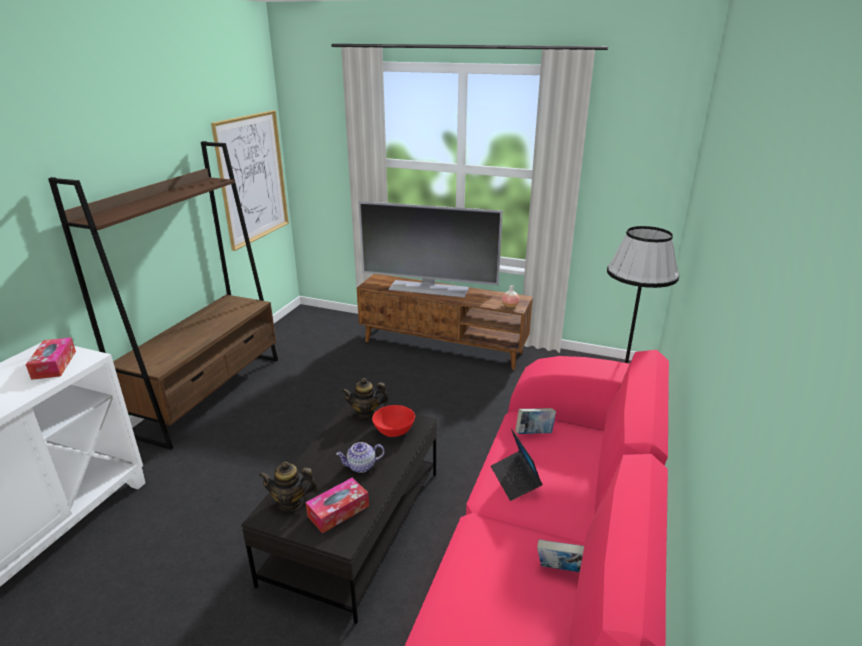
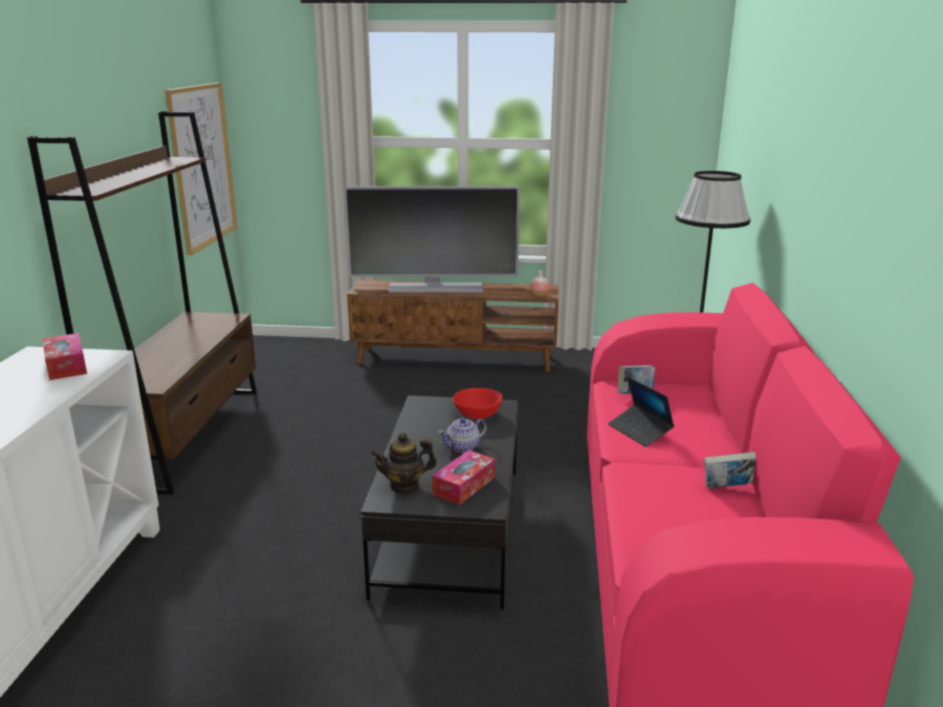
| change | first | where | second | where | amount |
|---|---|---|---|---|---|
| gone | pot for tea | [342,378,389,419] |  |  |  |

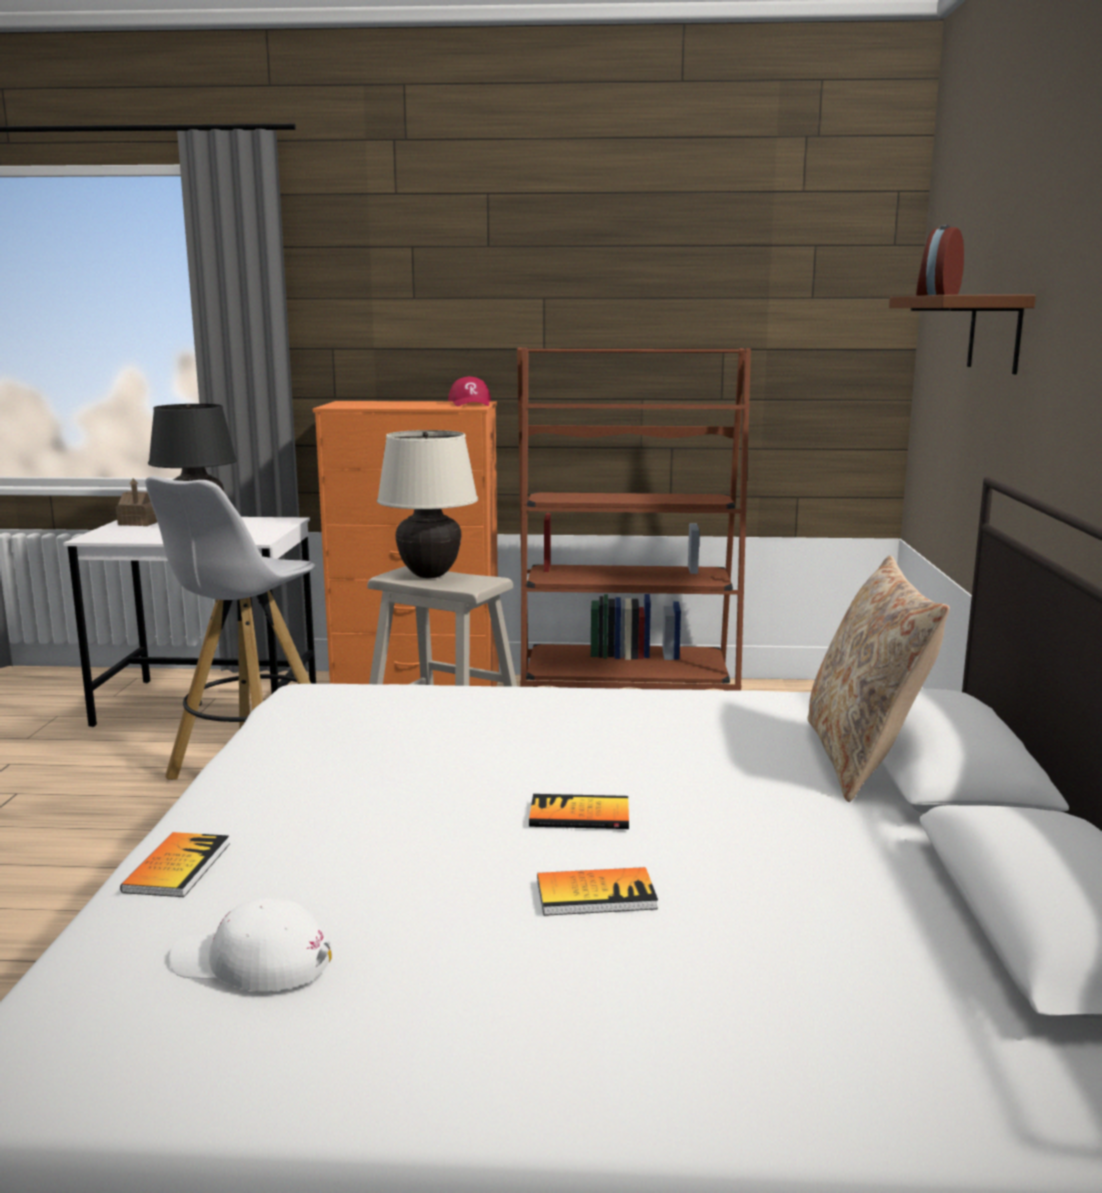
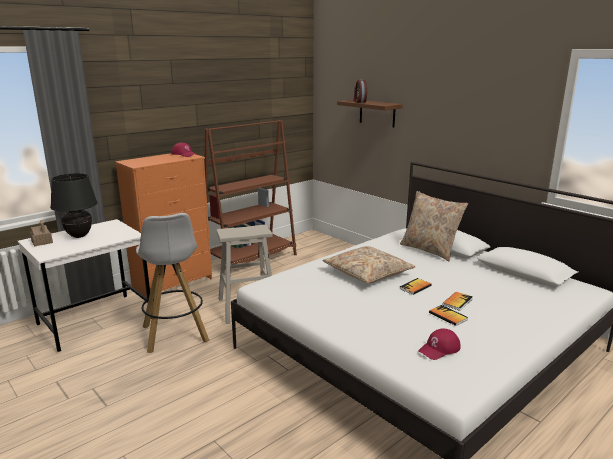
| change | first | where | second | where | amount |
|---|---|---|---|---|---|
| gone | tabletop lamp in sand-coloured | [377,430,478,578] |  |  |  |
| shifted | book | [120,832,230,897] |  | [429,305,468,326] |  |
| repainted | cap in whitish | [169,898,332,991] | cap in red | [418,328,461,360] |  |
| new |  |  | throw pillow in sand-coloured | [322,246,415,284] |  |

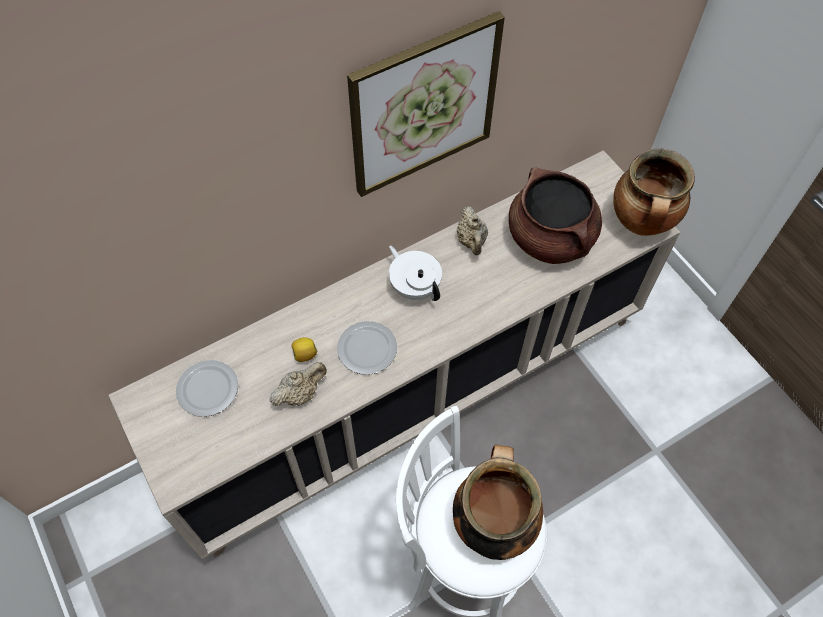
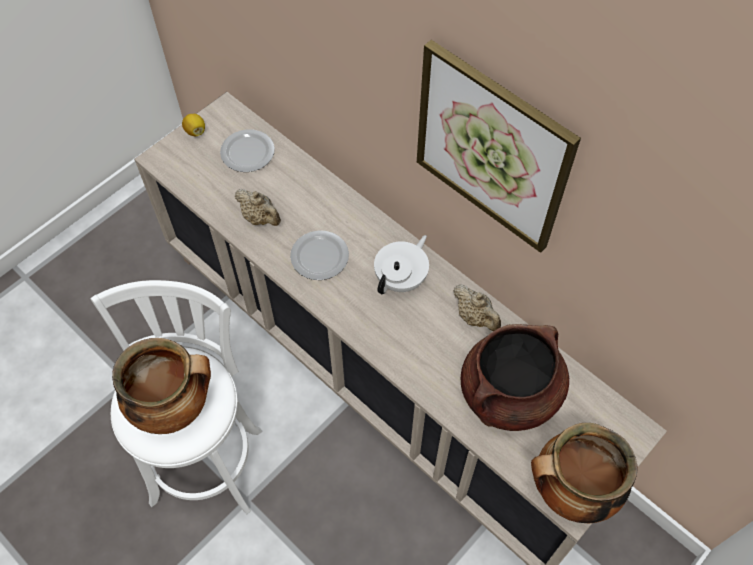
| change | first | where | second | where | amount |
|---|---|---|---|---|---|
| rotated | pot for tea in sand-coloured | [457,206,488,255] |  | [453,284,501,331] | 105 degrees counterclockwise |
| shifted | whole lemon | [292,338,317,362] |  | [182,114,205,136] |  |

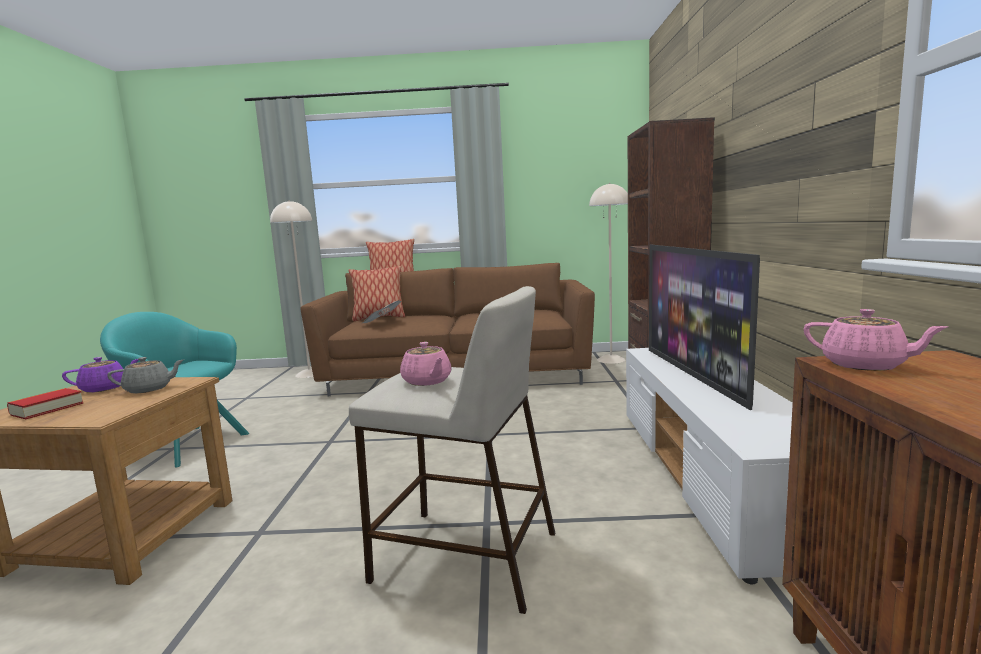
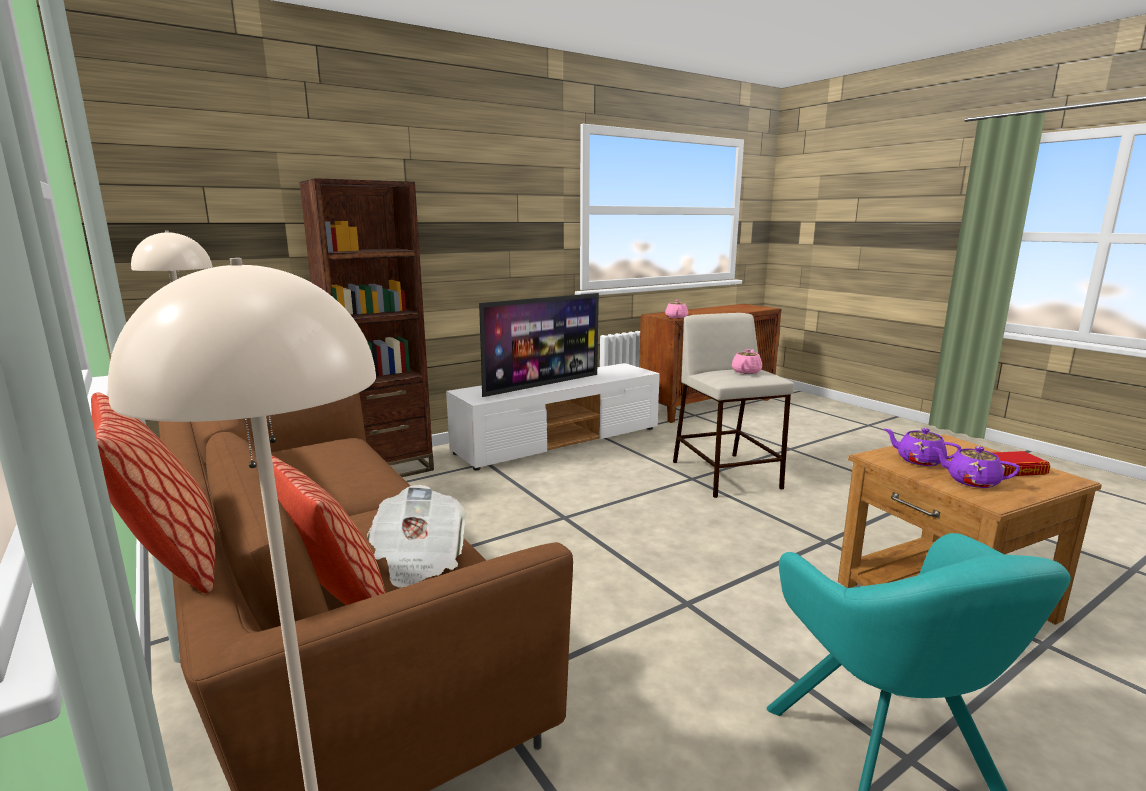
| change | first | where | second | where | amount |
|---|---|---|---|---|---|
| repainted | pot for tea in grey | [107,357,183,394] | pot for tea in purple-coloured | [885,428,961,466] |  |

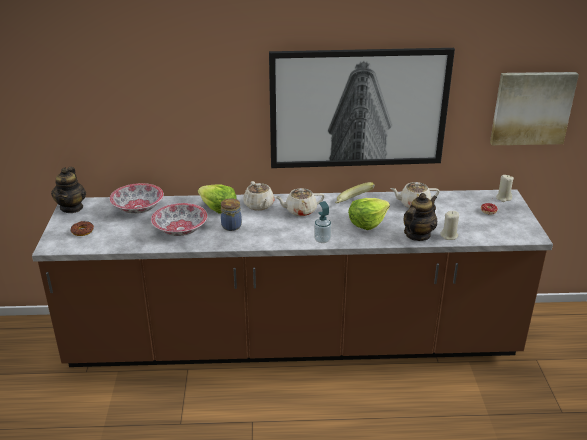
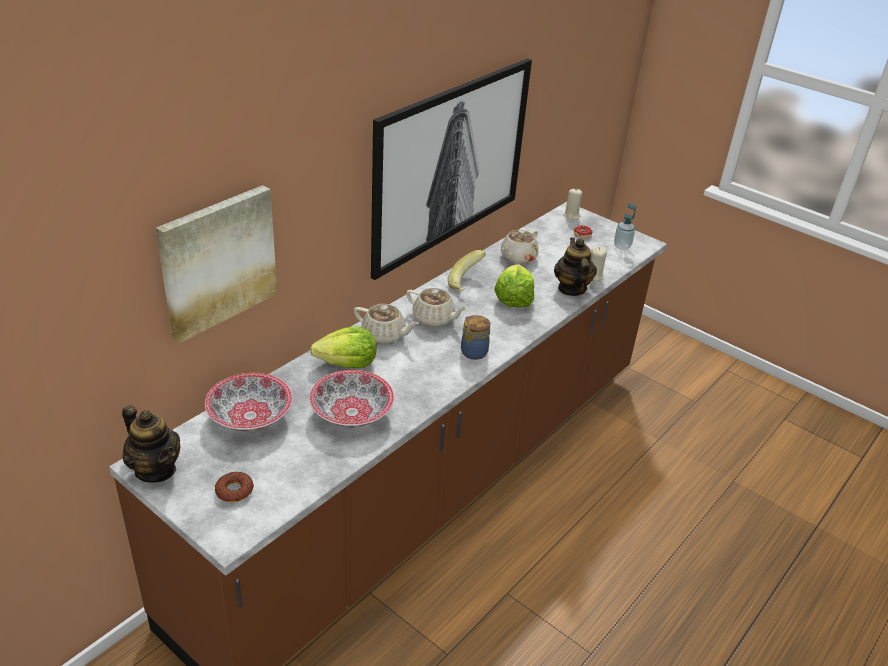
| change | first | where | second | where | amount |
|---|---|---|---|---|---|
| shifted | wall art | [490,72,579,145] |  | [156,185,277,343] |  |
| rotated | pot for tea in sand-coloured | [275,188,325,216] |  | [406,288,468,327] | 90 degrees counterclockwise |
| shifted | storage jar | [221,198,242,231] |  | [461,315,490,360] |  |
| shifted | soap bottle | [314,201,331,243] |  | [614,203,636,250] |  |

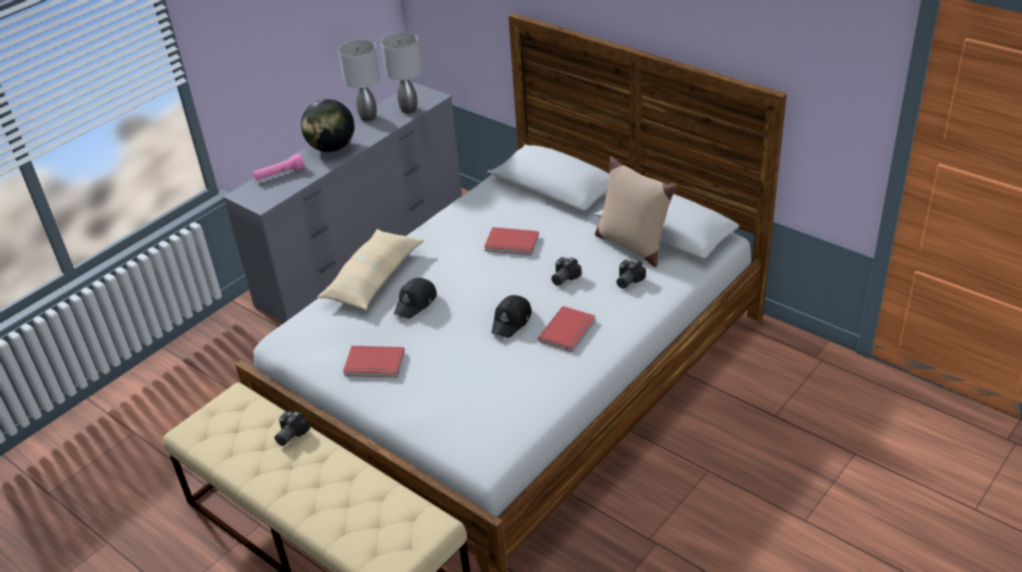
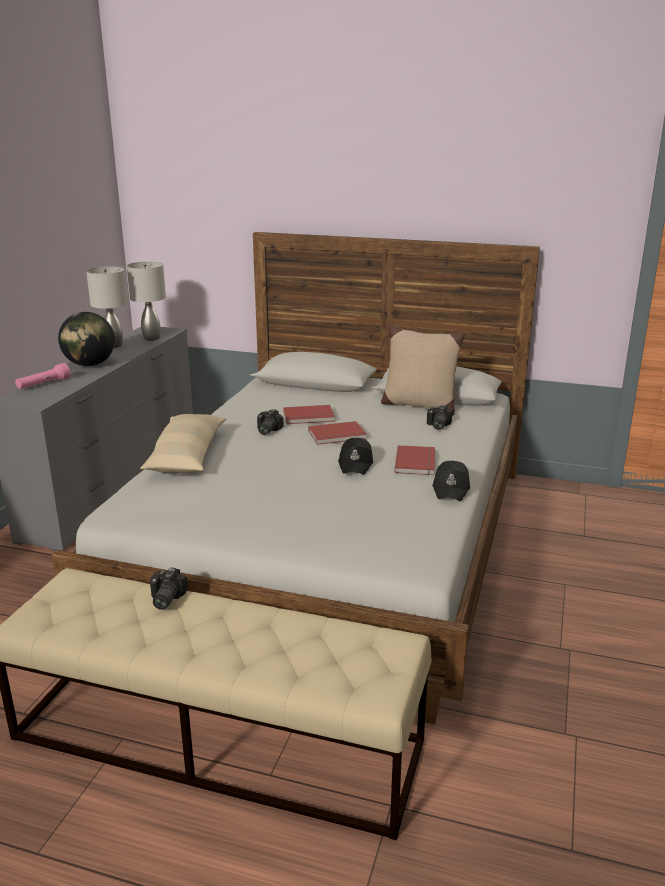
| change | first | where | second | where | amount |
|---|---|---|---|---|---|
| shifted | still camera | [551,257,582,286] |  | [257,409,284,435] |  |
| shifted | cap in blackish | [394,278,437,319] |  | [433,461,470,501] |  |
| shifted | book in red | [343,346,405,377] |  | [308,421,367,445] |  |

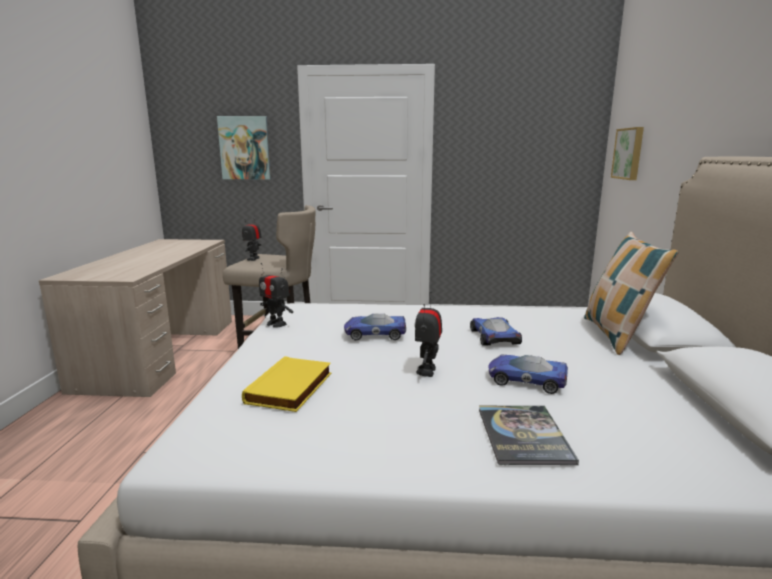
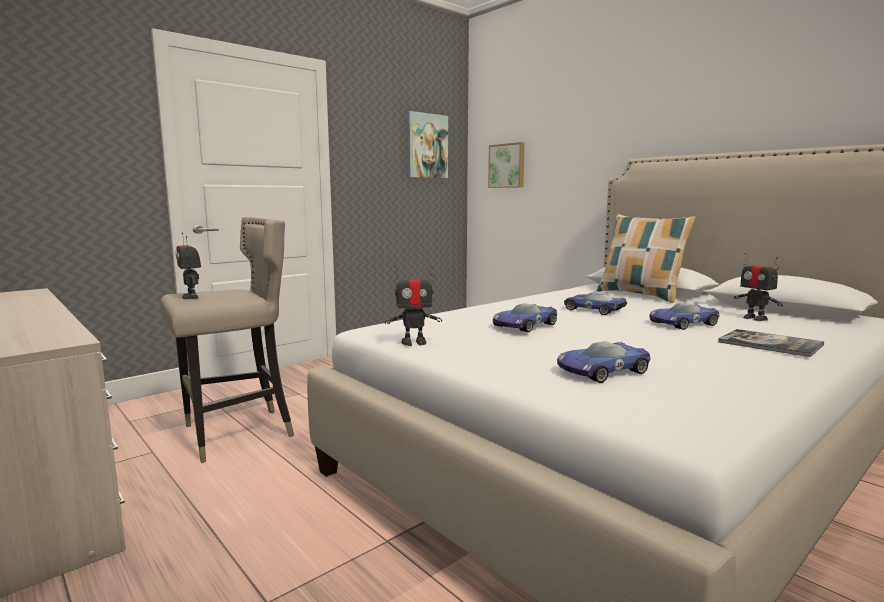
| change | first | where | second | where | amount |
|---|---|---|---|---|---|
| shifted | wall art | [217,116,271,180] |  | [407,111,448,178] |  |
| shifted | model robot | [415,292,442,377] |  | [734,252,783,321] |  |
| swapped | book in yellow-coloured | [242,356,332,412] | model car | [557,341,651,383] |  |

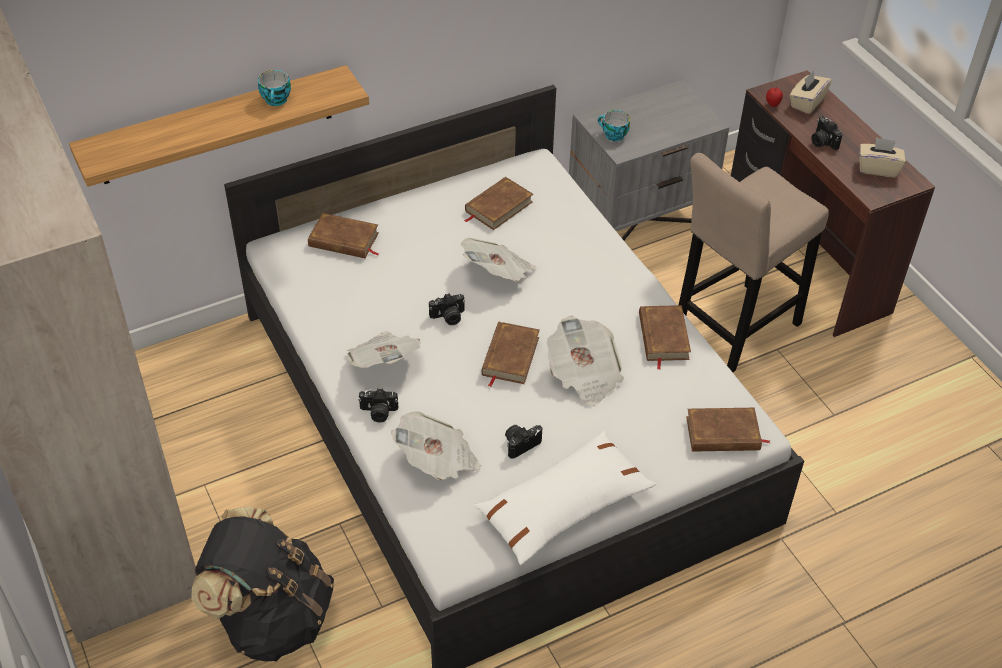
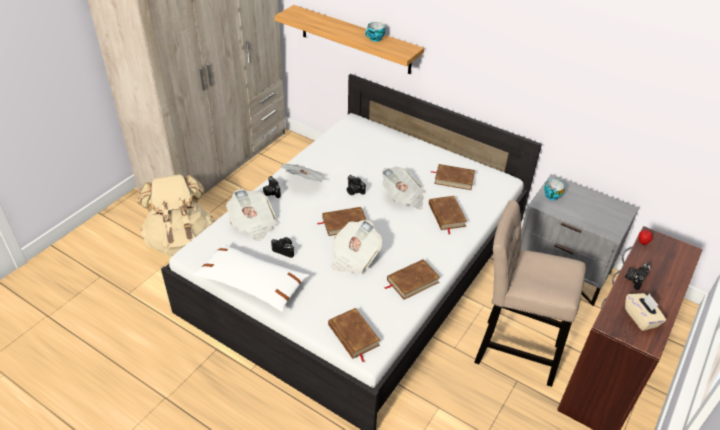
| change | first | where | second | where | amount |
|---|---|---|---|---|---|
| gone | tissue holder in sand-coloured | [789,71,832,114] |  |  |  |
| shifted | book in brownish | [308,213,379,258] |  | [429,196,467,235] |  |
| repainted | backpack in blackish | [191,507,334,662] | backpack in sand-coloured | [137,174,213,256] |  |

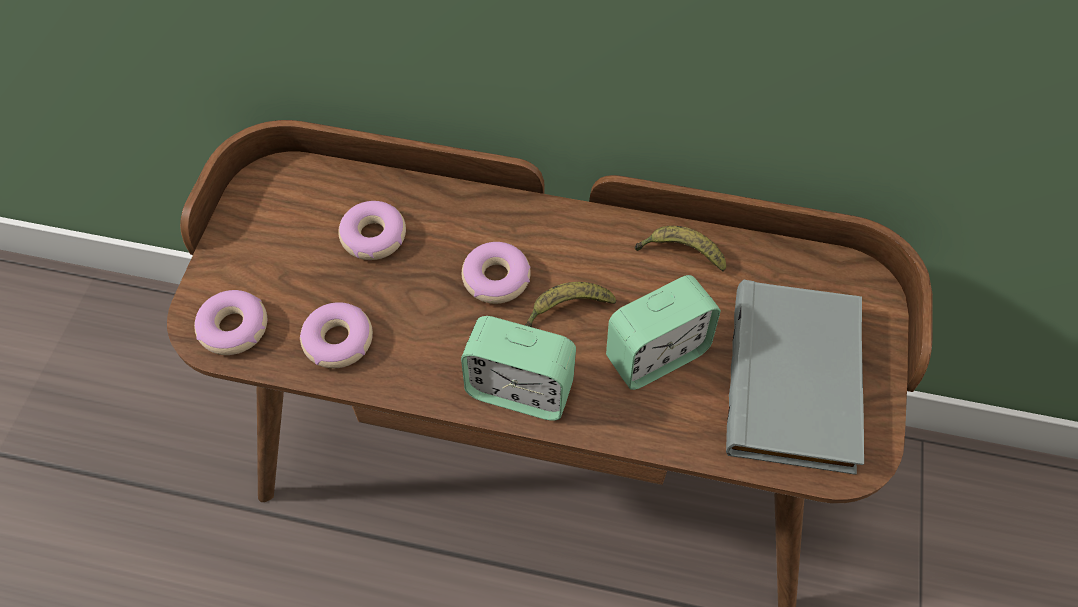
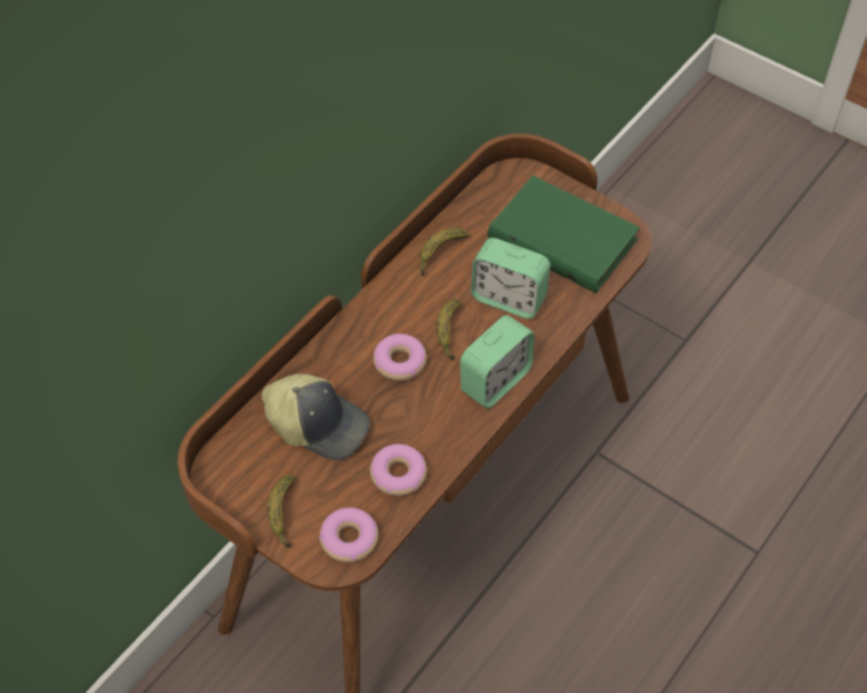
| change | first | where | second | where | amount |
|---|---|---|---|---|---|
| swapped | donut | [338,201,406,260] | cap | [262,373,370,460] |  |
| rotated | bedside clock | [606,275,721,390] |  | [471,238,551,319] | 120 degrees clockwise |
| repainted | book in grey | [726,280,864,475] | book in greenish | [488,175,640,293] |  |
| new |  |  | banana | [267,475,295,548] |  |

